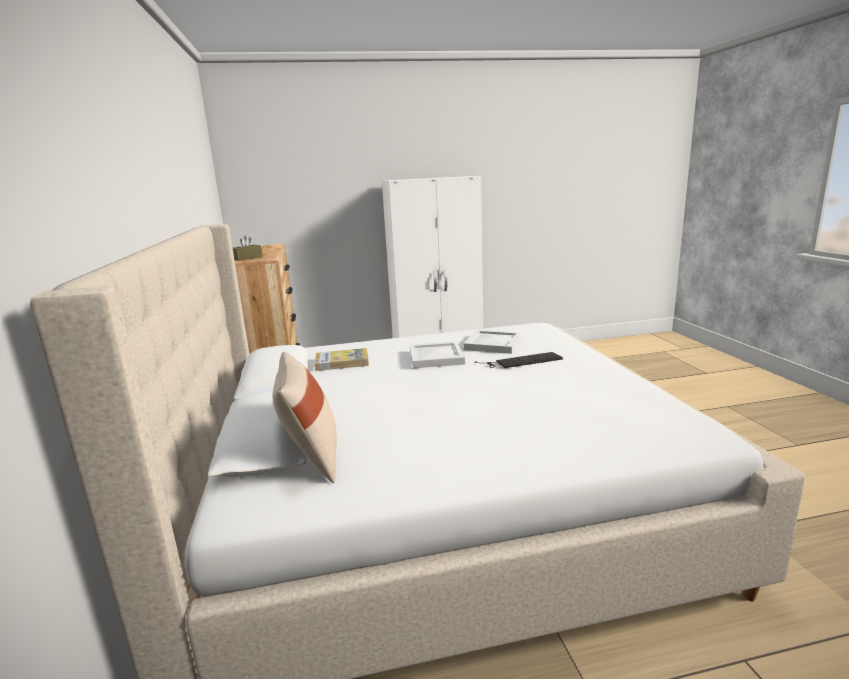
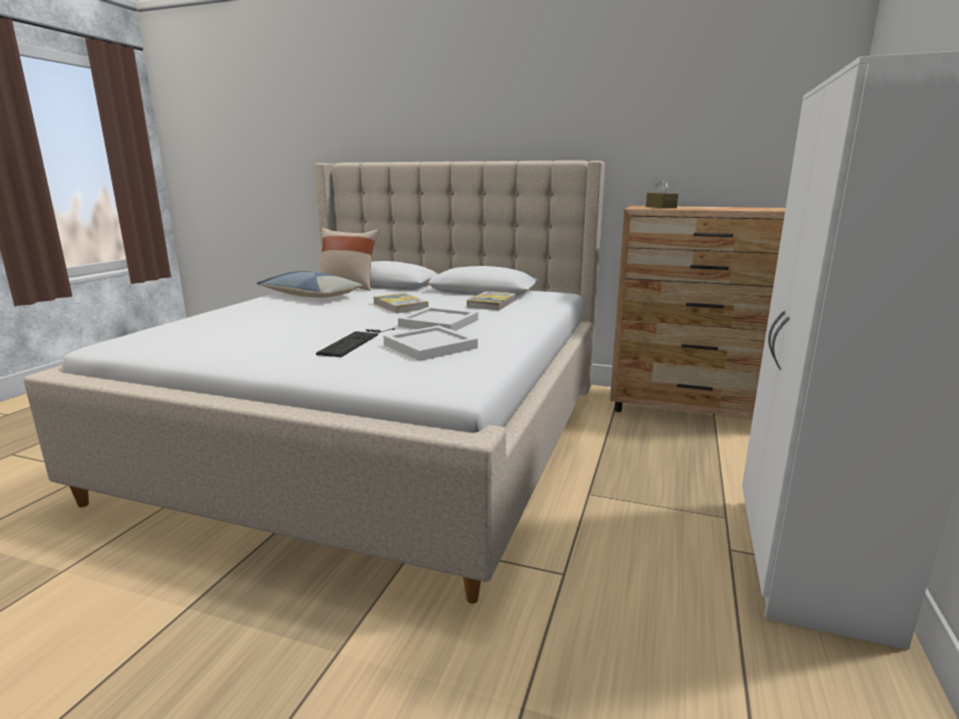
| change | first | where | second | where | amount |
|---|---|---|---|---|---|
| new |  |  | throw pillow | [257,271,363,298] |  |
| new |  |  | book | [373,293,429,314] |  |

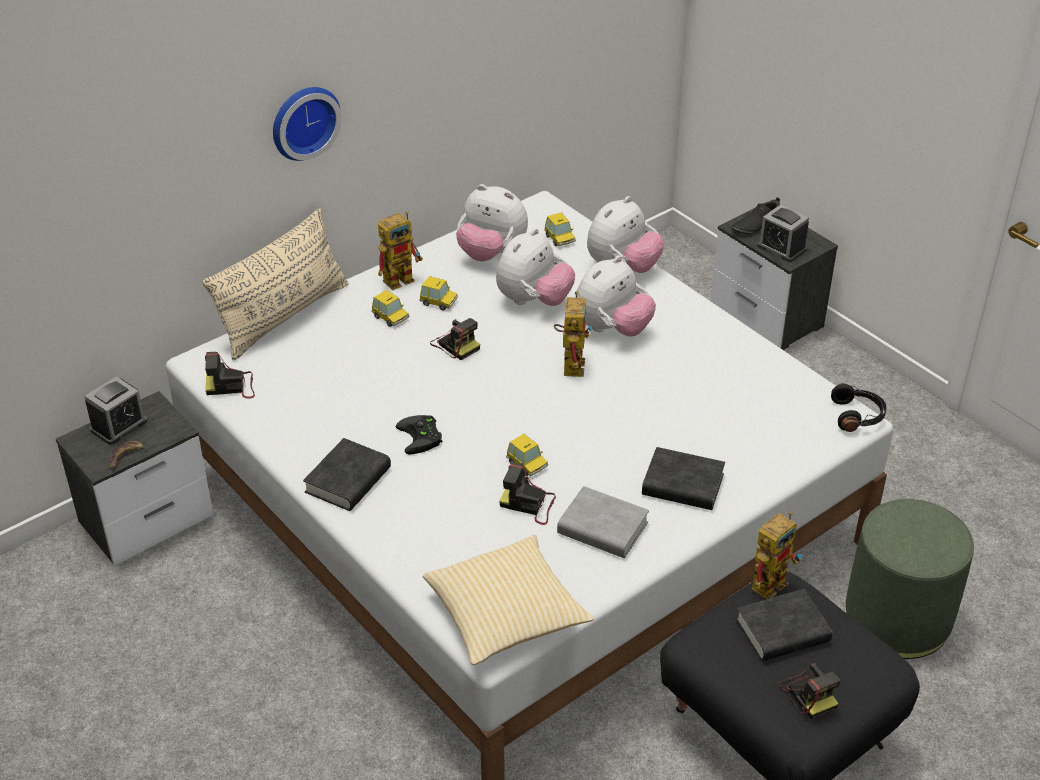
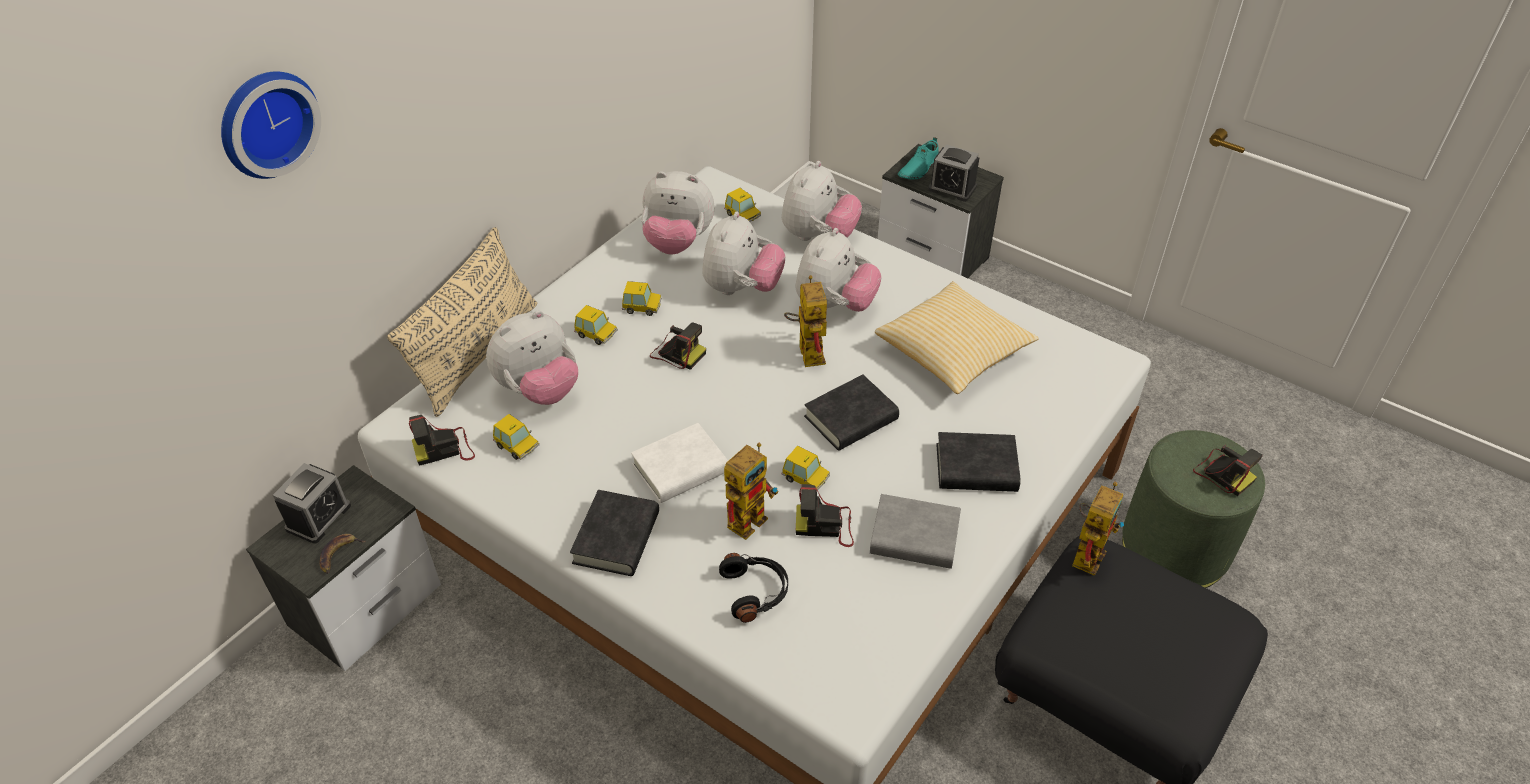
| change | first | where | second | where | amount |
|---|---|---|---|---|---|
| shifted | wall clock | [273,87,342,161] |  | [221,72,321,179] |  |
| repainted | shoe in blackish | [731,197,780,234] | shoe in turquoise-coloured | [898,137,939,180] |  |
| shifted | model robot | [378,211,423,290] |  | [724,443,779,540] |  |
| shifted | headset in blackish | [831,383,887,432] |  | [719,553,788,623] |  |
| swapped | game controller in blackish | [396,415,443,454] | book in whitish | [631,423,728,503] |  |
| shifted | throw pillow | [423,535,594,665] |  | [875,281,1039,394] |  |
| shifted | book in blackish | [736,589,832,661] |  | [804,374,899,451] |  |
| shifted | still camera | [778,663,841,719] |  | [1193,445,1263,496] |  |
| new |  |  | soft toy | [486,310,578,405] |  |
| new |  |  | model car | [493,414,539,460] |  |

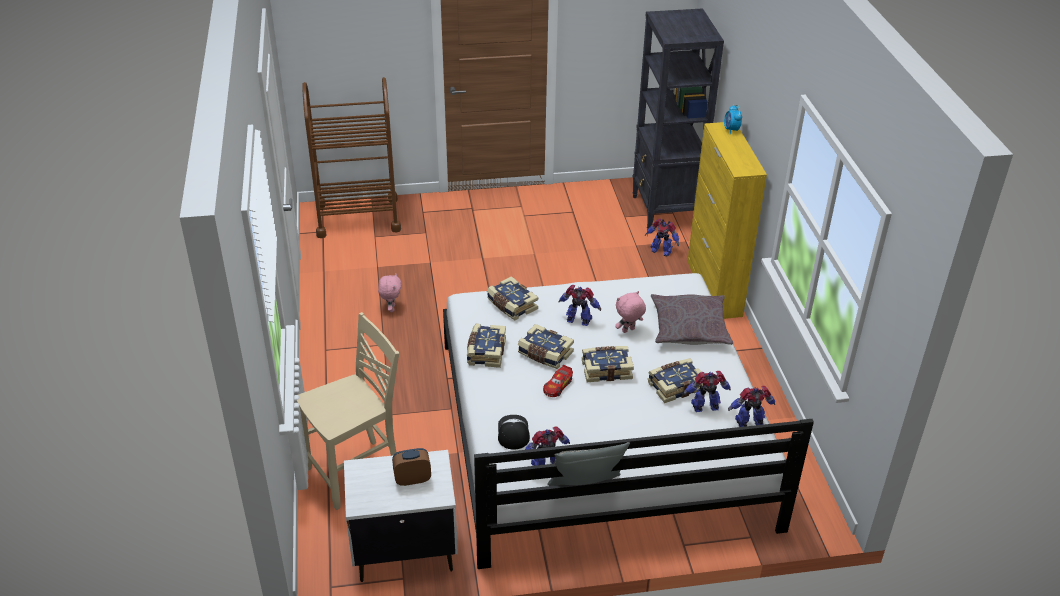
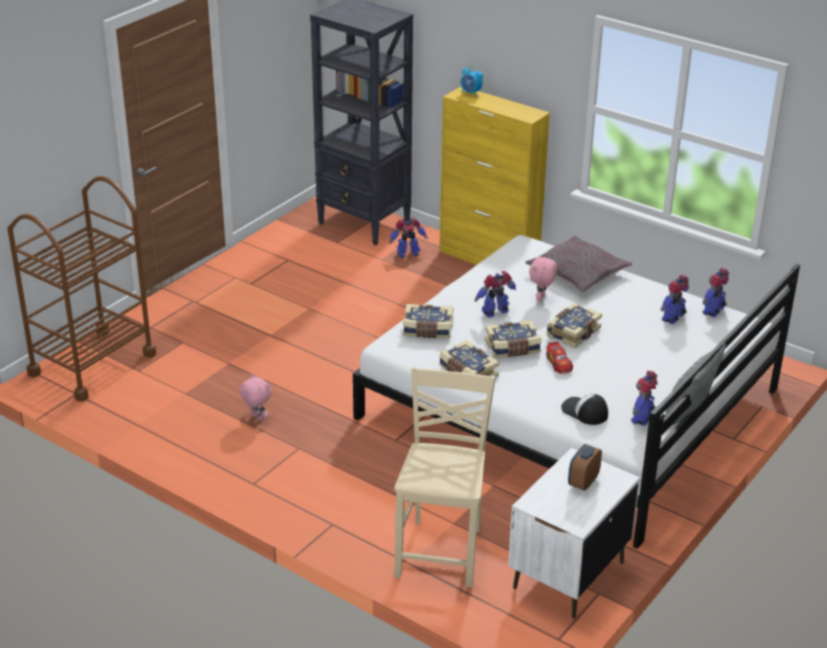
| change | first | where | second | where | amount |
|---|---|---|---|---|---|
| gone | book | [648,358,703,403] |  |  |  |

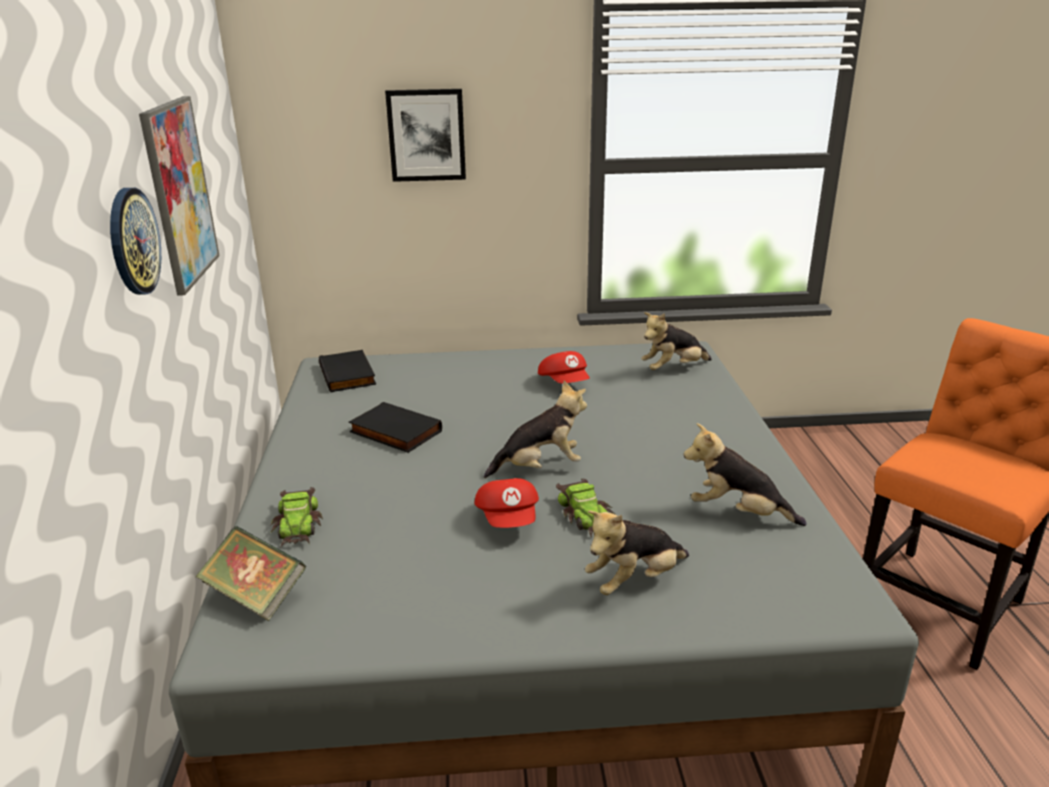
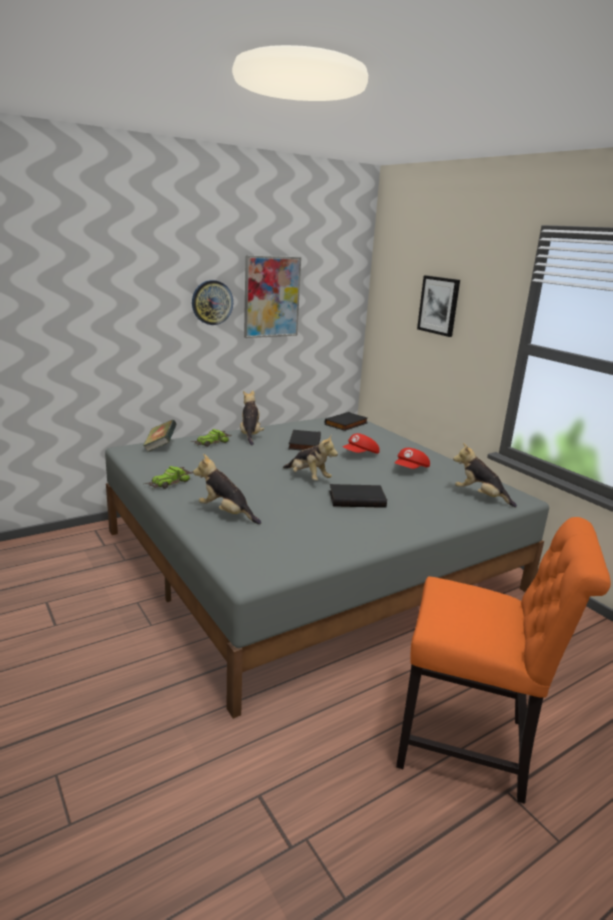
| change | first | where | second | where | amount |
|---|---|---|---|---|---|
| shifted | soft toy | [683,423,807,526] |  | [240,390,264,446] |  |
| shifted | cap in red | [474,478,539,528] |  | [343,433,380,454] |  |
| shifted | model car | [556,479,616,537] |  | [145,466,193,489] |  |
| new |  |  | book in blackish | [329,484,387,508] |  |

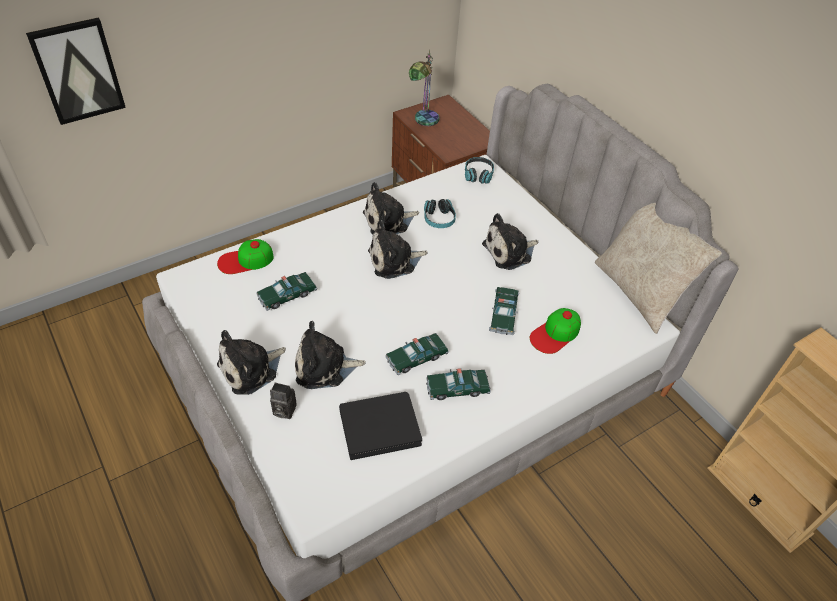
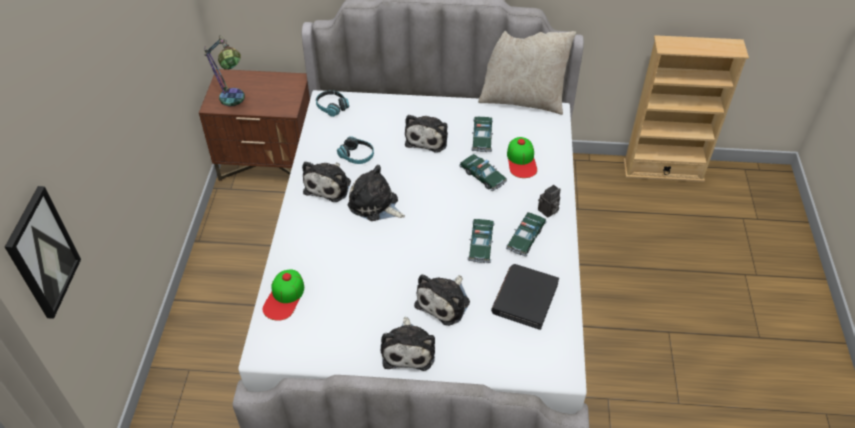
| change | first | where | second | where | amount |
|---|---|---|---|---|---|
| rotated | soft toy | [368,220,428,279] |  | [348,165,405,221] | 105 degrees clockwise |
| shifted | model car | [257,272,317,311] |  | [471,117,493,152] |  |
| shifted | still camera | [270,382,297,419] |  | [538,185,560,217] |  |

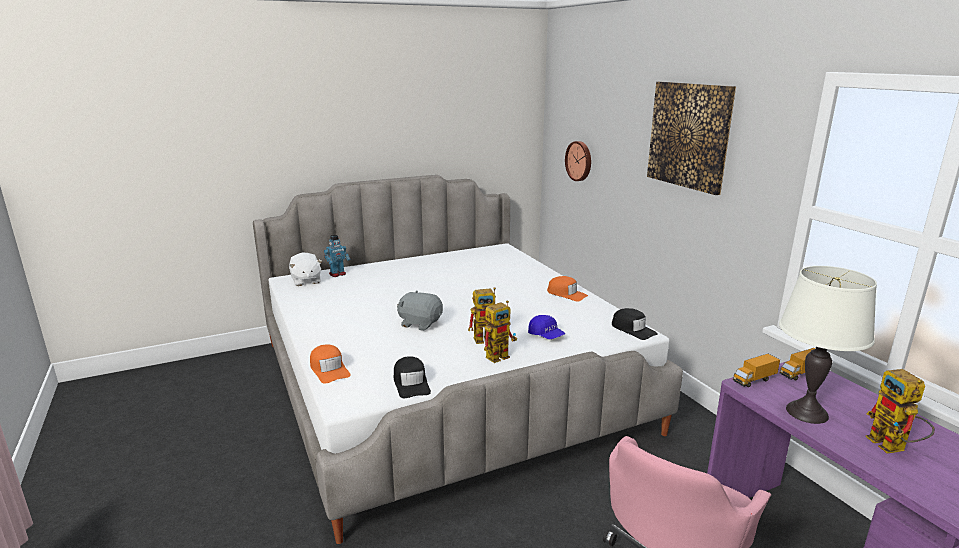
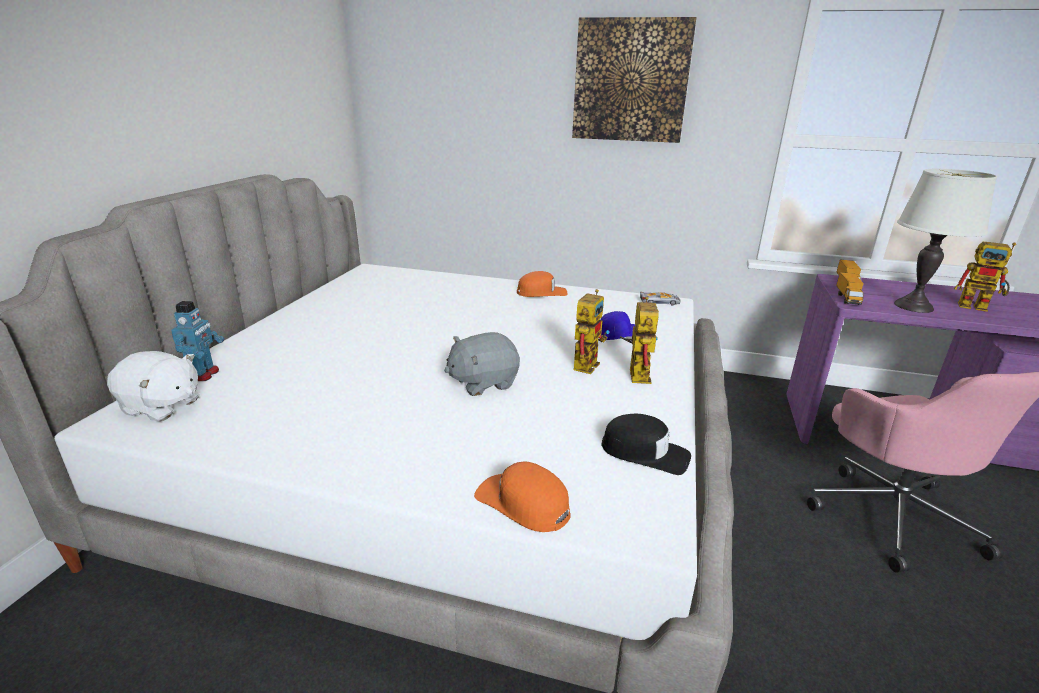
| change | first | where | second | where | amount |
|---|---|---|---|---|---|
| gone | wall clock | [565,141,591,181] |  |  |  |
| swapped | cap in blackish | [612,308,658,340] | model car | [640,292,681,305] |  |
| rotated | cap in orange-coloured | [310,344,351,384] |  | [474,461,570,532] | 150 degrees counterclockwise |

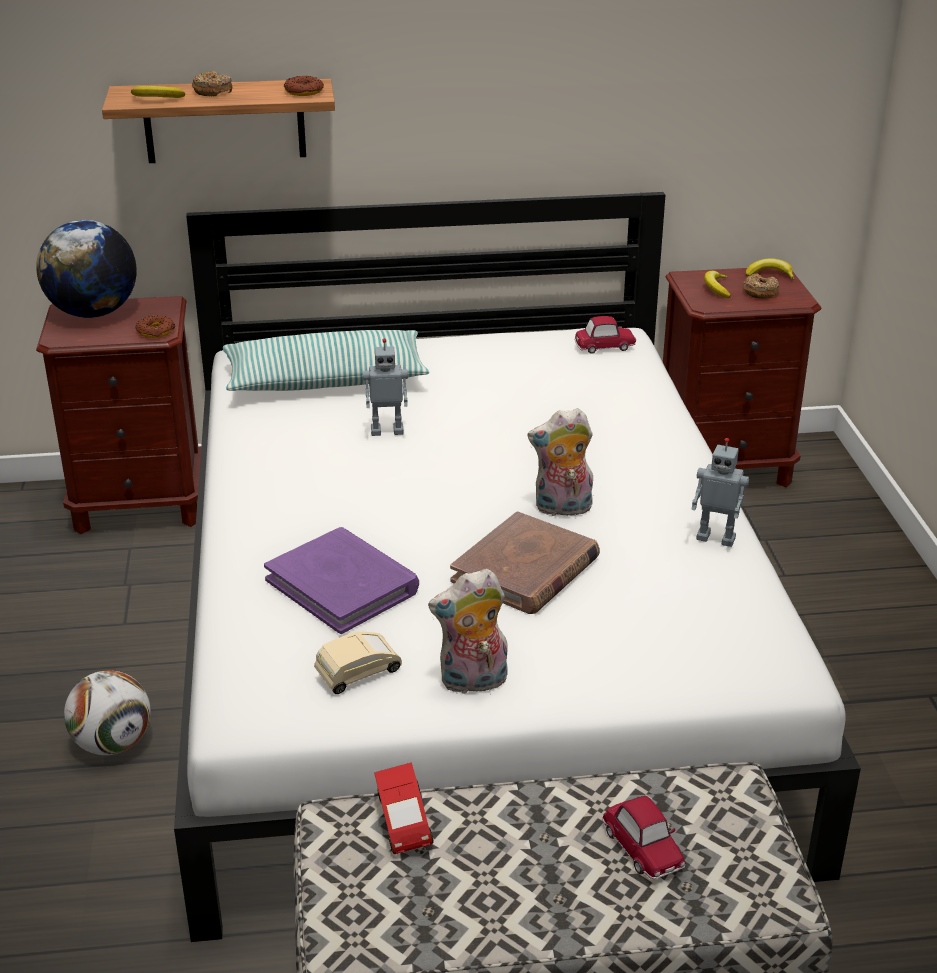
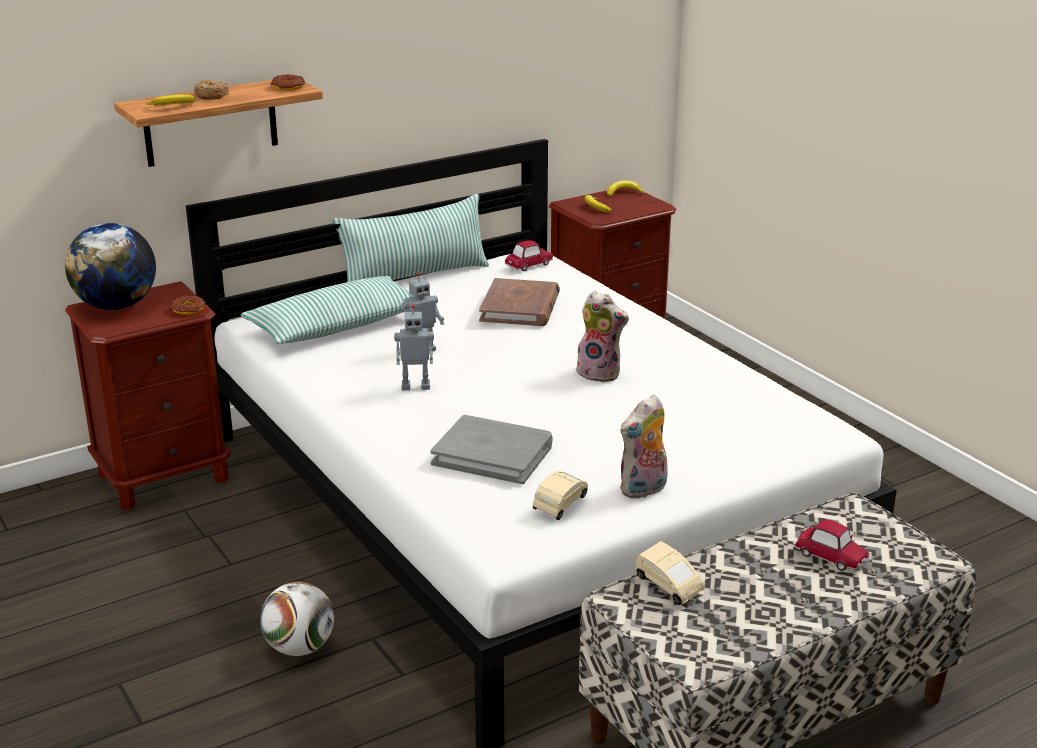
| change | first | where | second | where | amount |
|---|---|---|---|---|---|
| gone | donut | [743,273,779,299] |  |  |  |
| rotated | soft toy | [527,408,593,516] |  | [576,291,629,383] | 120 degrees counterclockwise |
| shifted | model robot | [691,438,749,547] |  | [394,305,434,390] |  |
| shifted | book in brownish | [450,511,600,614] |  | [479,278,560,326] |  |
| repainted | book in purple-coloured | [264,527,419,634] | book in grey | [430,415,553,484] |  |
| repainted | model car in red | [374,762,433,854] | model car in sand-coloured | [635,541,704,605] |  |
| new |  |  | throw pillow | [333,194,489,282] |  |

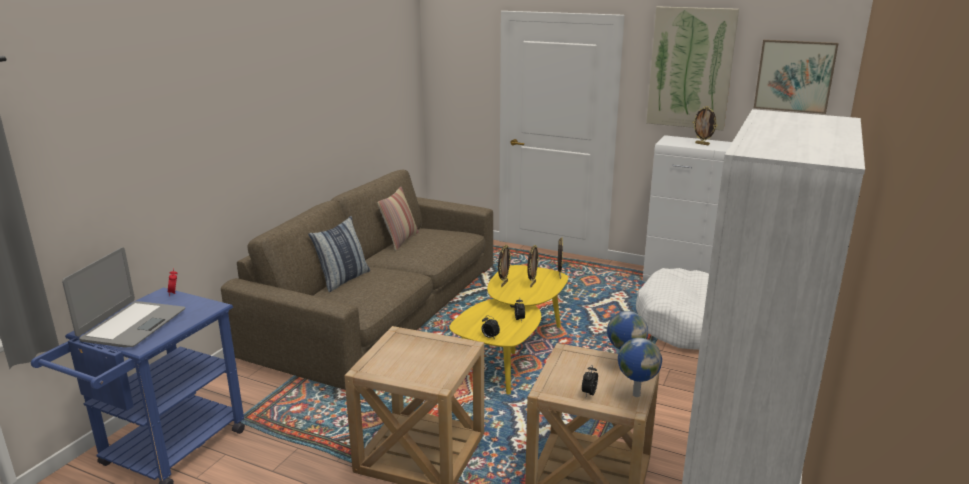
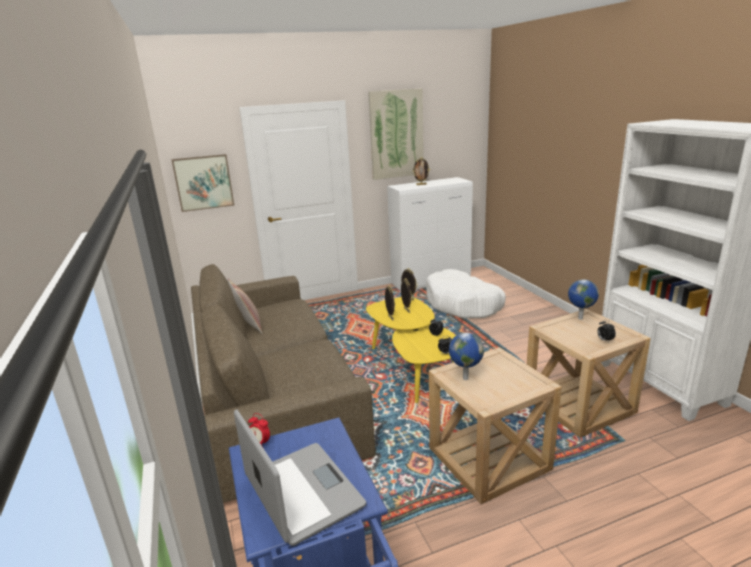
| change | first | where | second | where | amount |
|---|---|---|---|---|---|
| shifted | wall art | [754,40,839,114] |  | [171,154,234,212] |  |
| gone | throw pillow | [308,216,370,292] |  |  |  |
| shifted | globe | [618,338,662,397] |  | [449,332,484,380] |  |

